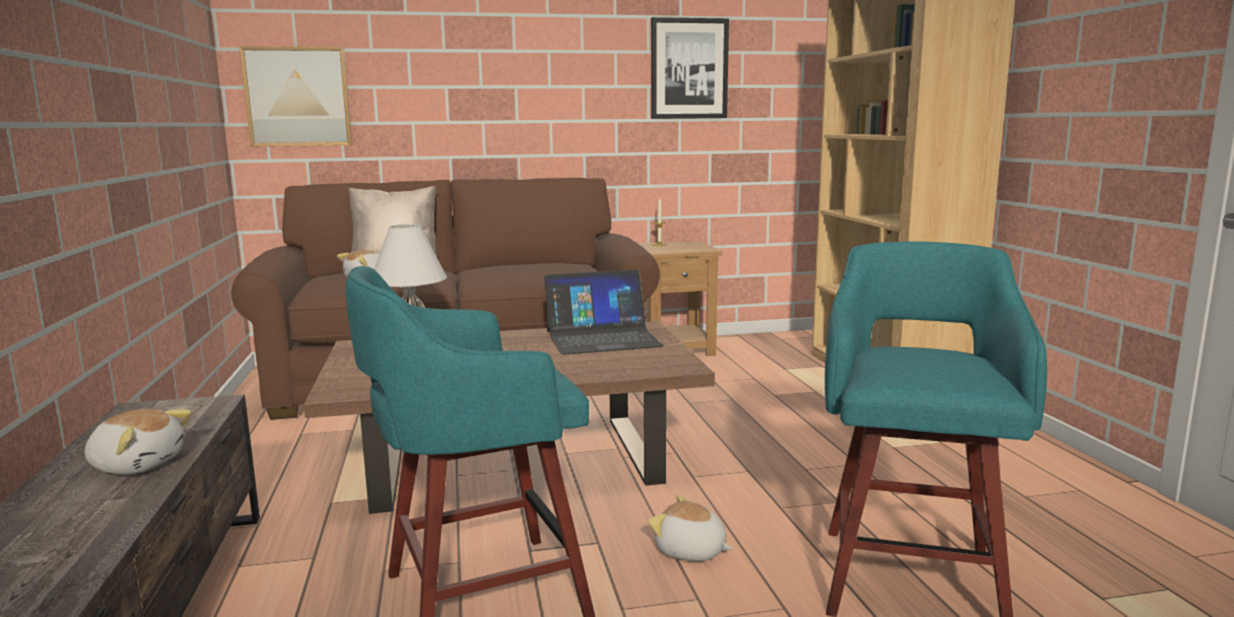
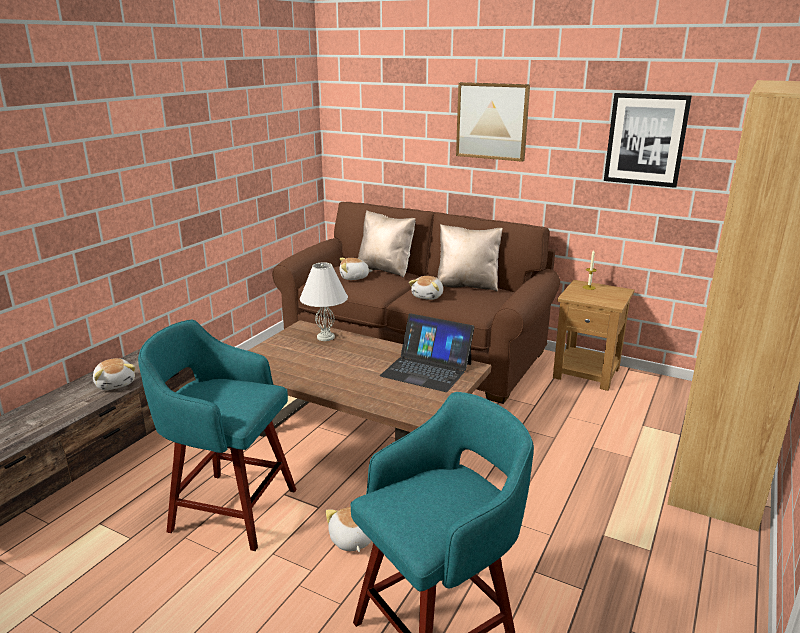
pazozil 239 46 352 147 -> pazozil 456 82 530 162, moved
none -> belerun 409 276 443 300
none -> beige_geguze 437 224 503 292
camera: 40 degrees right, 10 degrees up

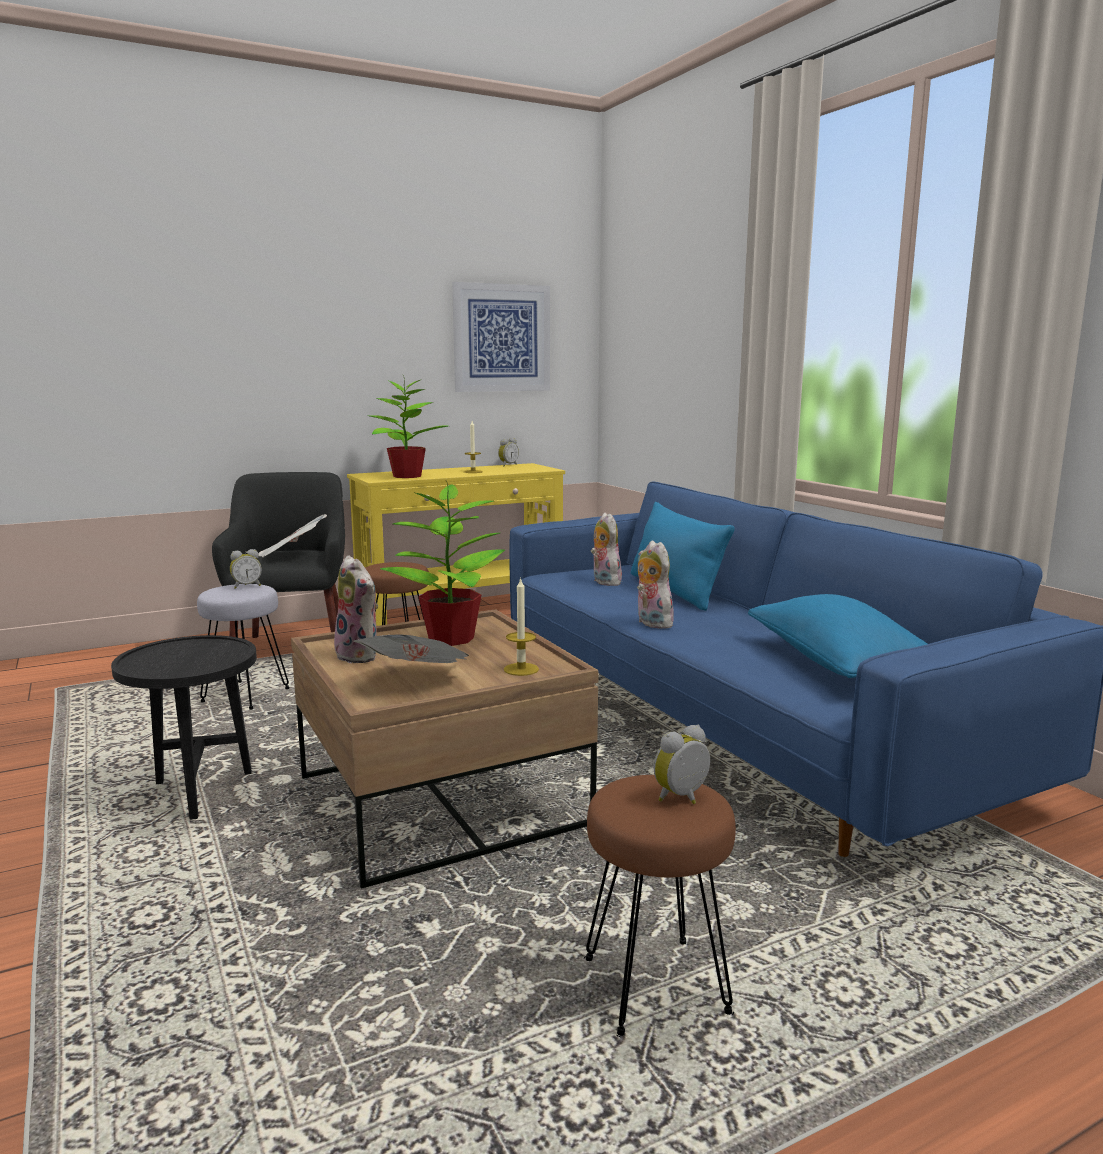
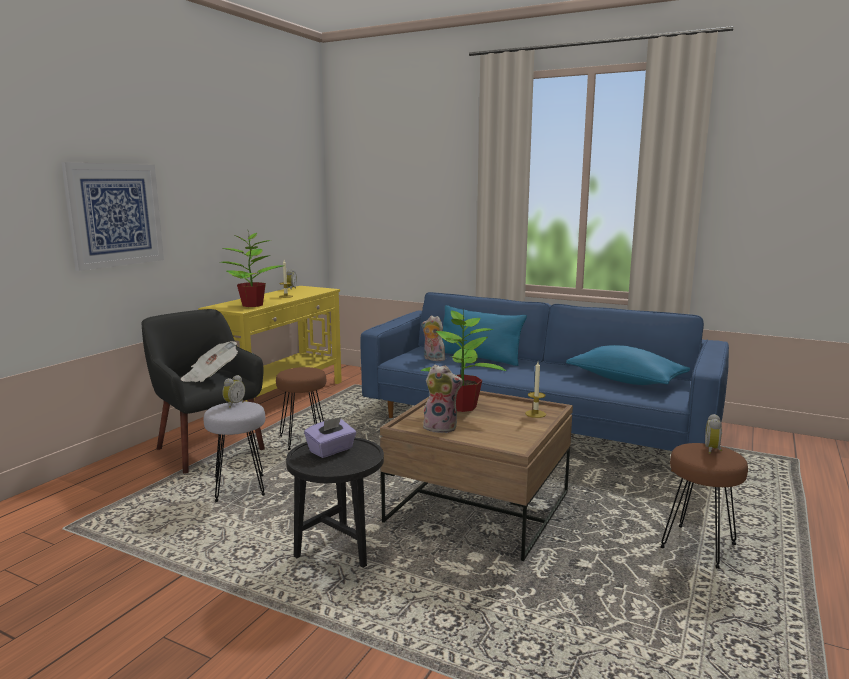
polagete 353 635 468 663 -> none
pazozil 452 282 550 392 -> pazozil 61 162 164 271, moved
belerun 637 541 674 629 -> none
none -> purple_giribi 304 417 356 458
camera: 35 degrees left, 0 degrees up

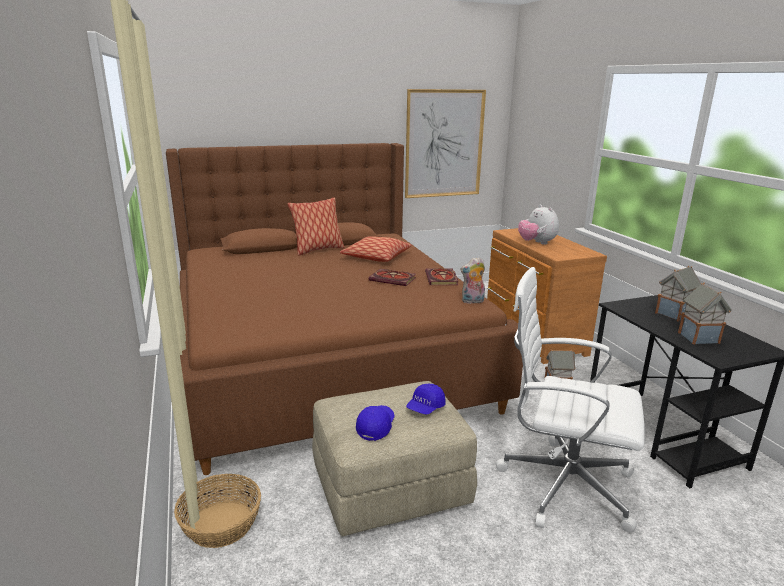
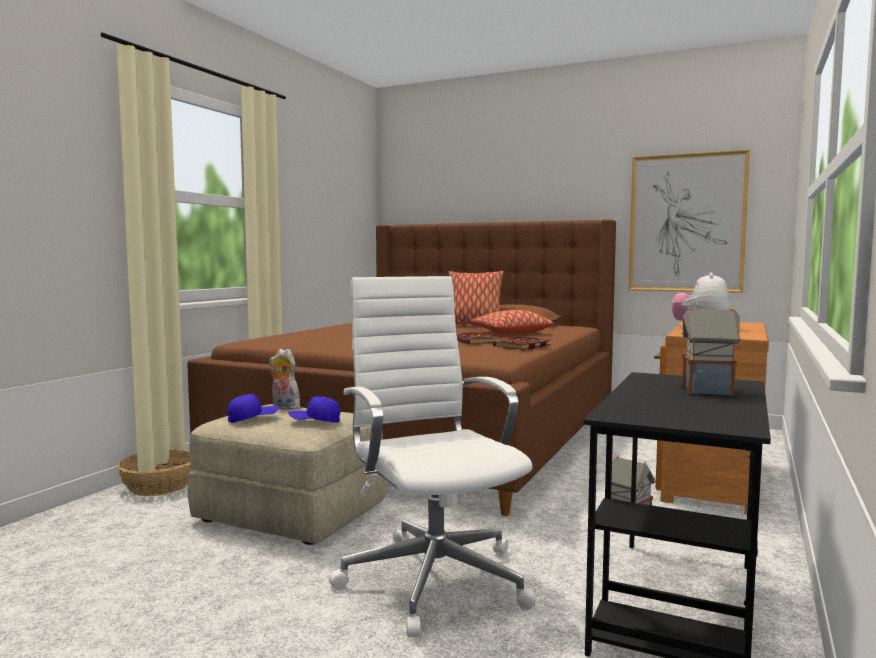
belerun 460 257 485 304 -> belerun 269 349 300 410, moved
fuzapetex 678 283 732 345 -> none
camera: 45 degrees right, 15 degrees down

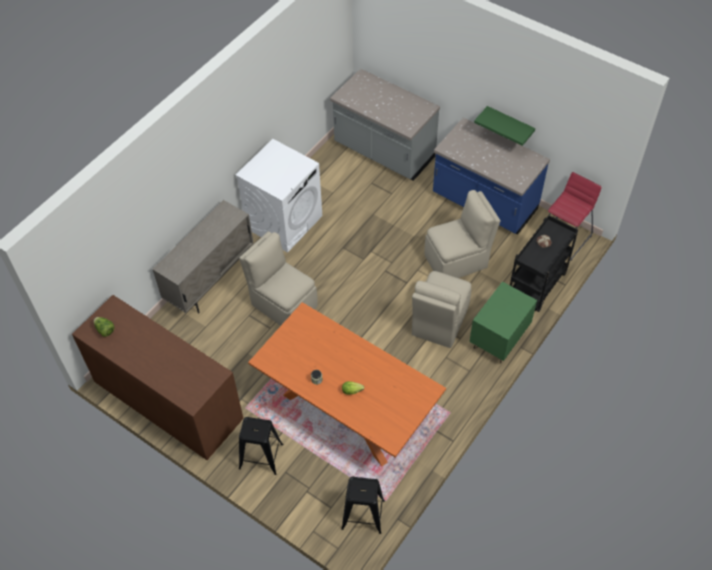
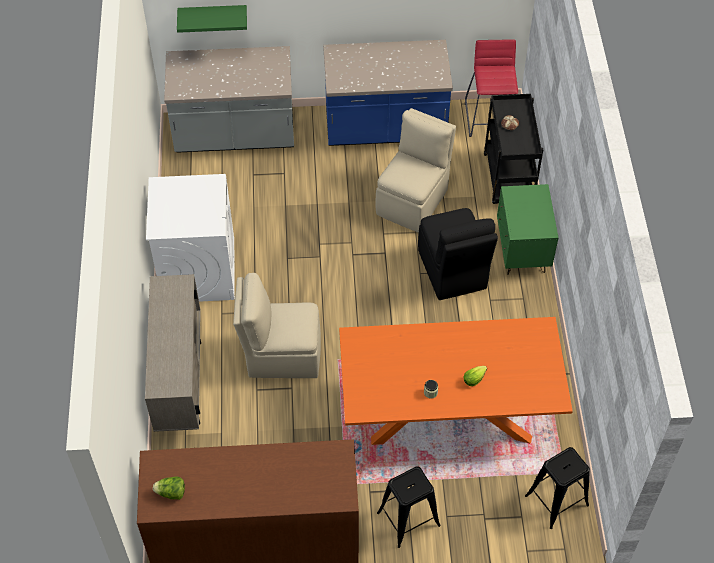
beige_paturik 412 271 471 348 -> black_paturik 418 208 498 300
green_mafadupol 474 106 535 146 -> green_mafadupol 177 5 247 33, moved
camera: 40 degrees left, 0 degrees up

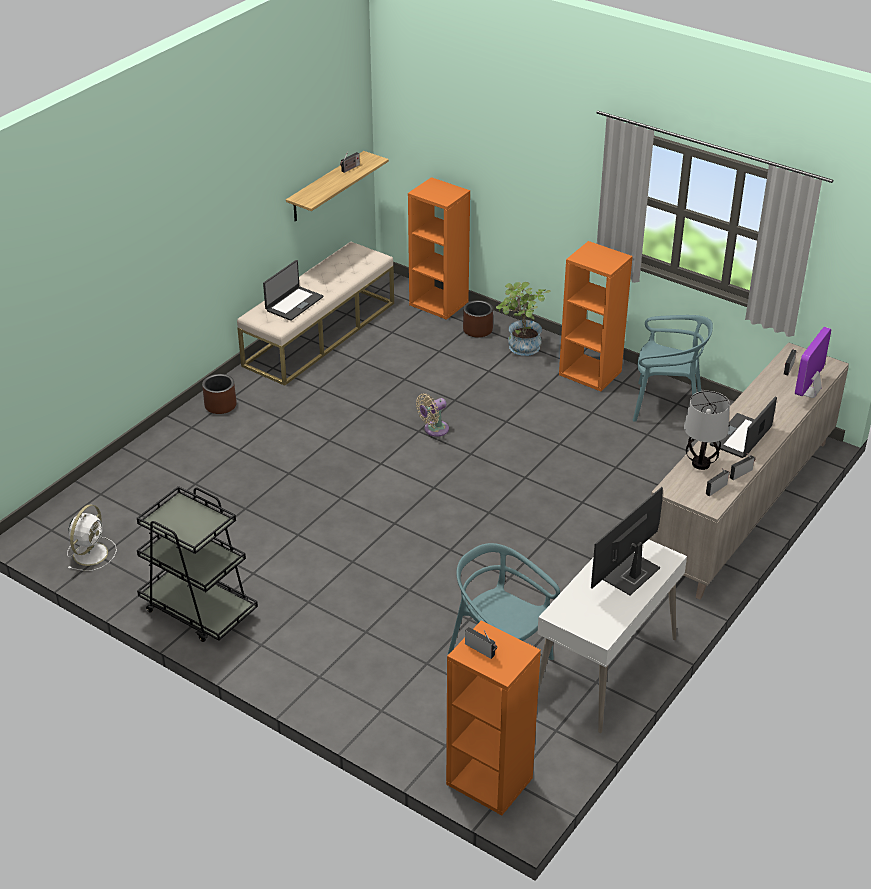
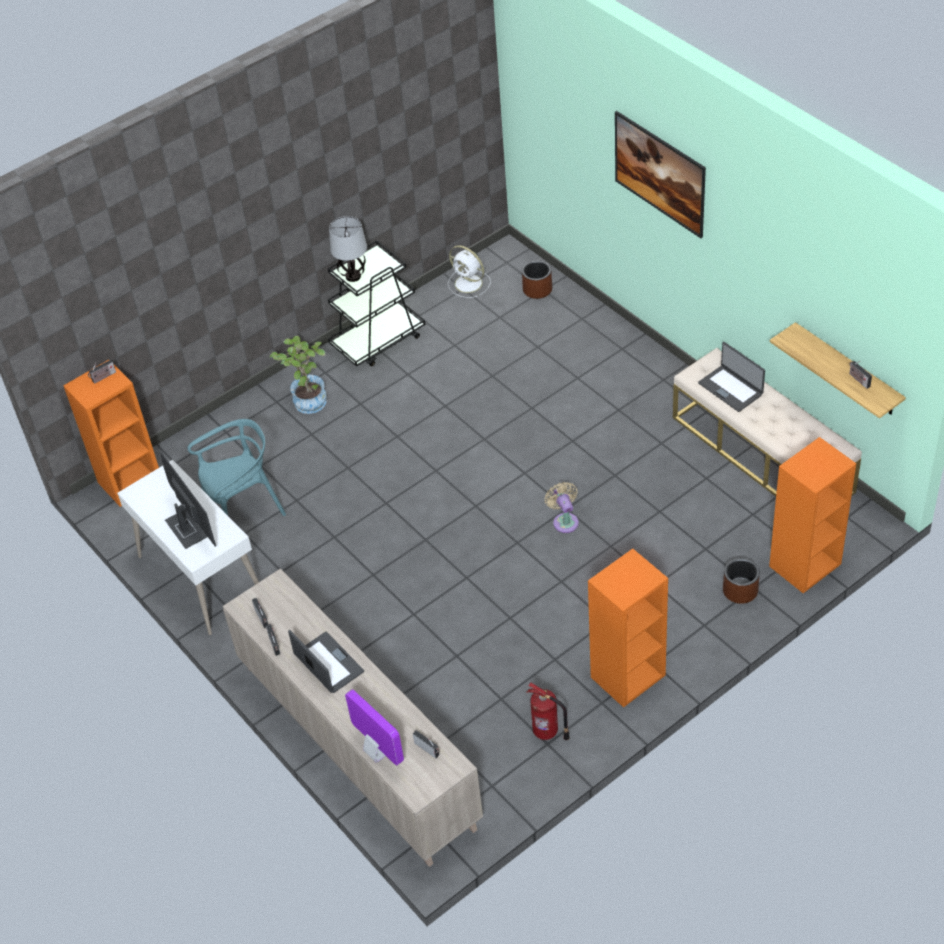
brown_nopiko 202 374 237 414 -> brown_nopiko 522 260 552 299, moved
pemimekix 496 282 551 356 -> pemimekix 270 336 327 414, moved
turquoise_paturik 633 315 713 422 -> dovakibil 526 682 570 741
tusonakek 684 391 730 470 -> tusonakek 329 216 367 282, moved
none -> pazozil 615 111 706 238
camera: 110 degrees right, 10 degrees up

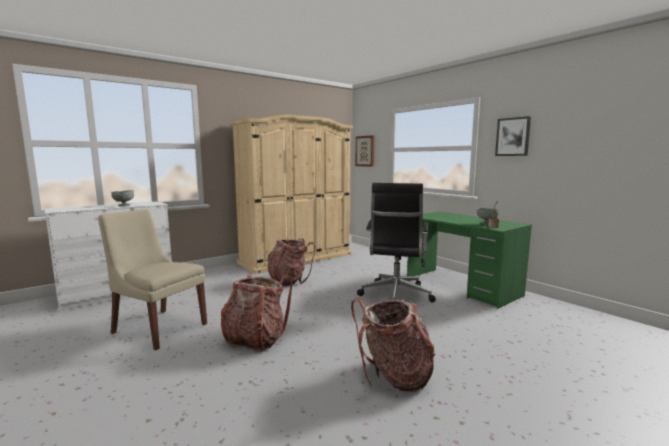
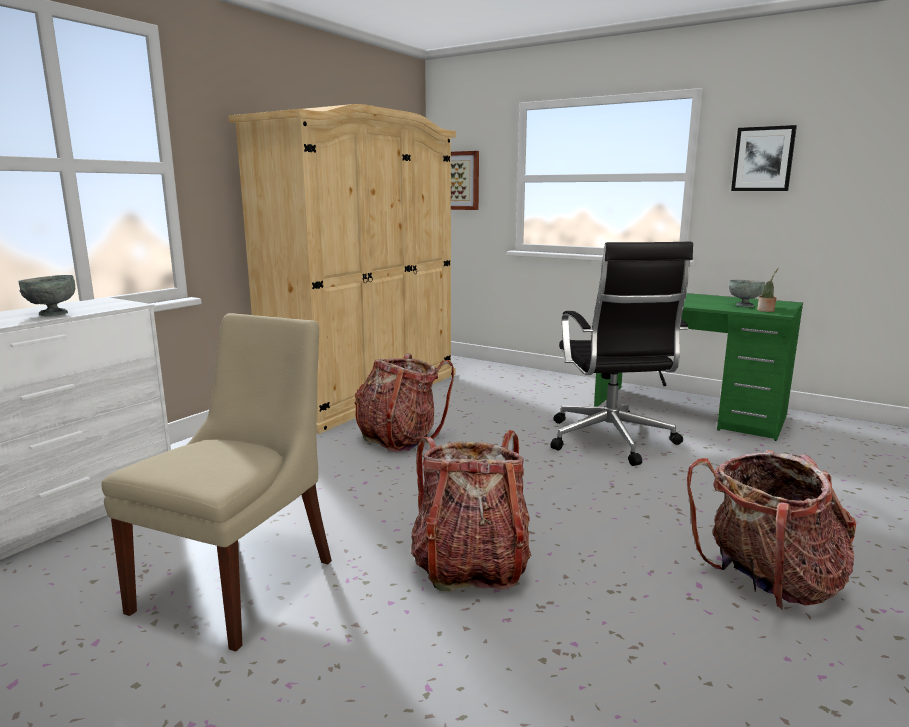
beige_paturik 98 209 207 350 -> beige_paturik 102 313 332 652, 105 degrees clockwise
camera: 20 degrees left, 5 degrees up

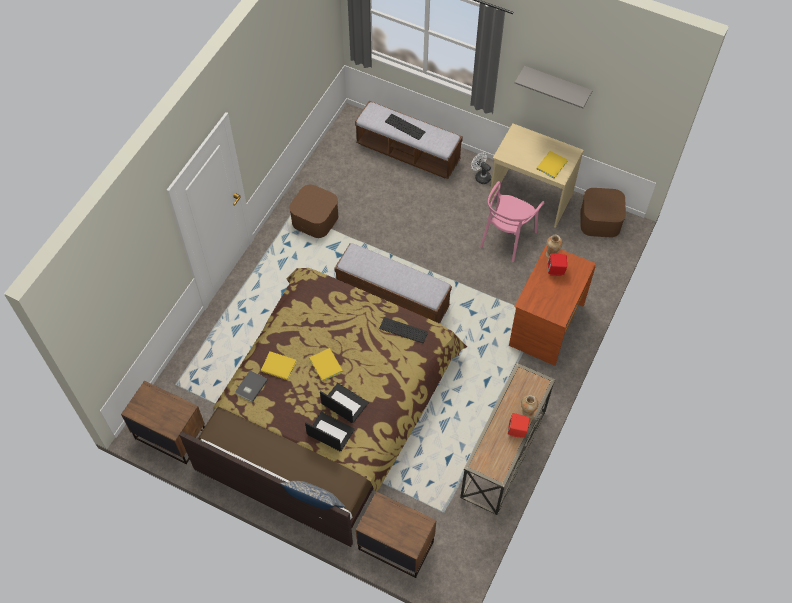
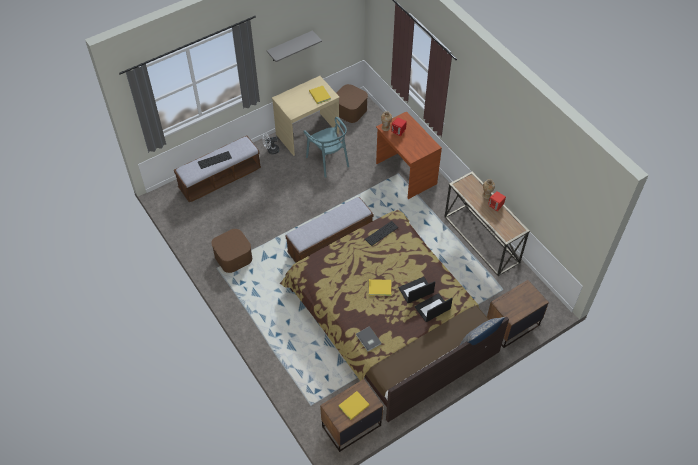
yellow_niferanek 261 351 296 380 -> yellow_niferanek 338 391 370 420, moved
pink_paturik 480 181 545 262 -> turquoise_paturik 303 117 349 178
camera: 60 degrees left, 5 degrees down

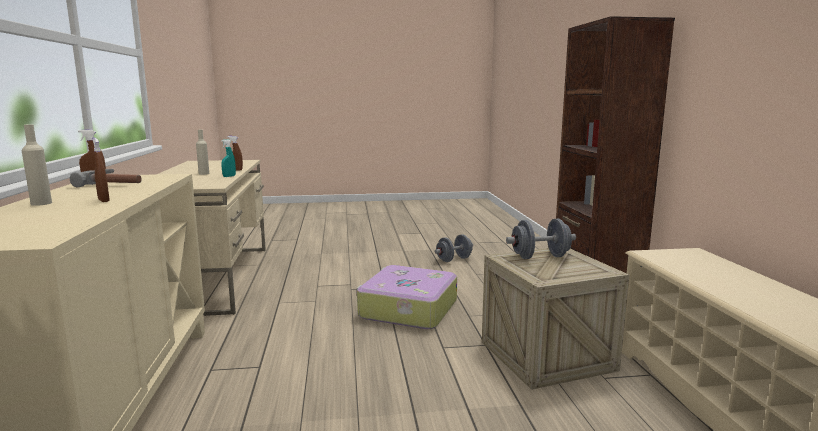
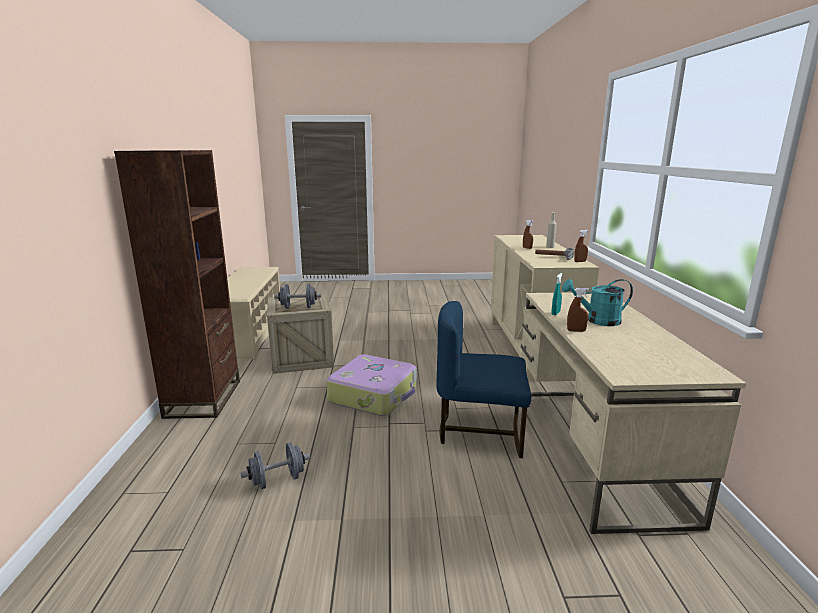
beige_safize 196 130 209 175 -> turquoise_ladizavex 562 279 633 326
none -> blue_paturik 436 301 531 458
camera: 175 degrees left, 5 degrees up

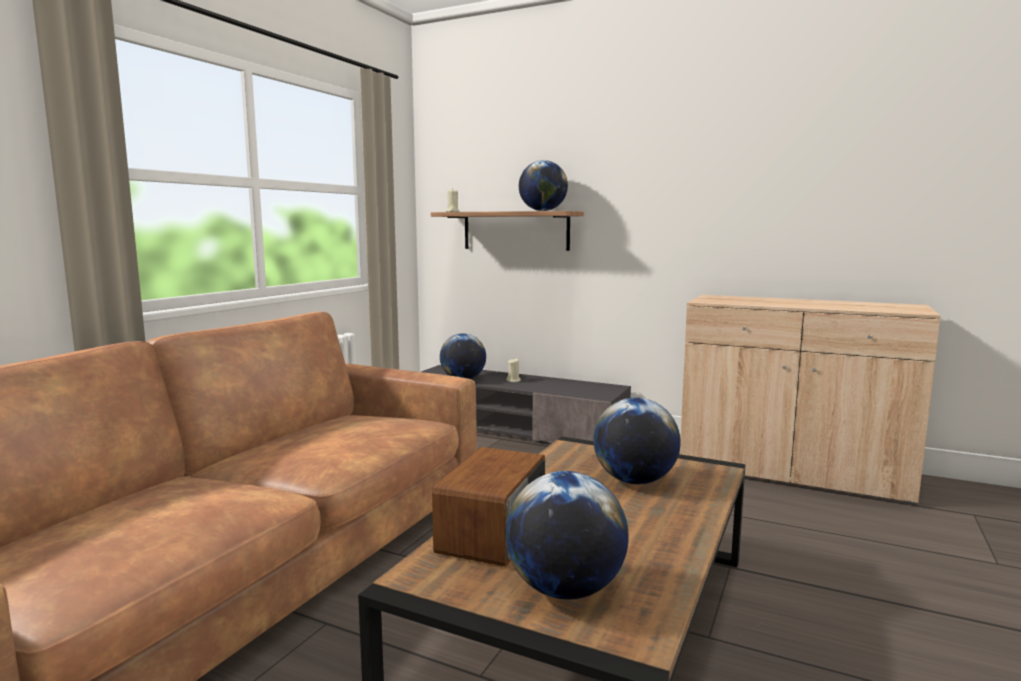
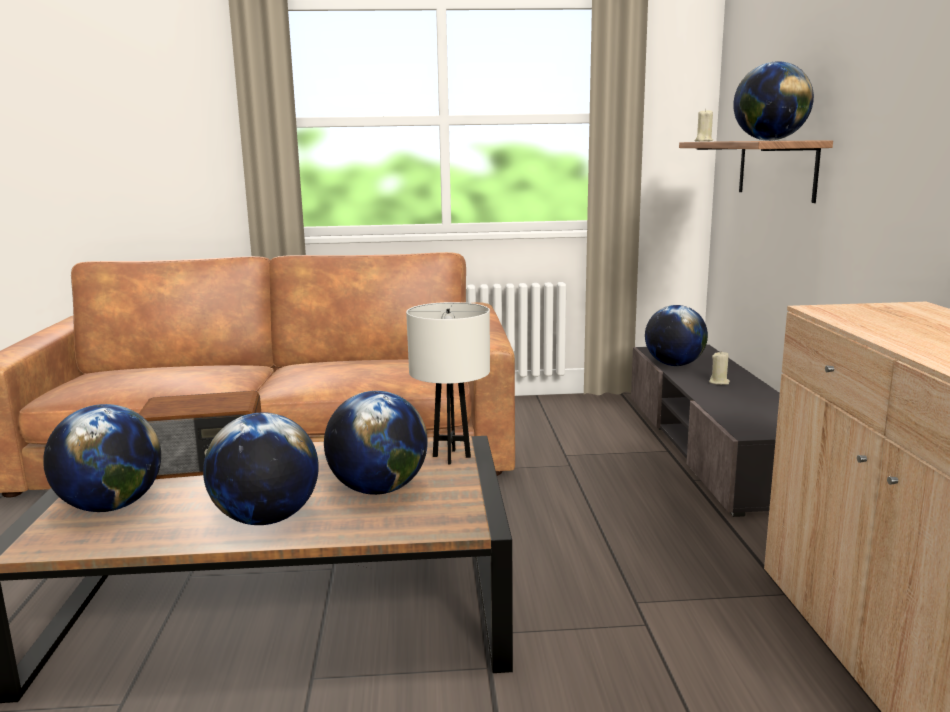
none -> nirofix 203 412 319 525
none -> white_tusonakek 406 302 490 464
camera: 60 degrees right, 5 degrees up

